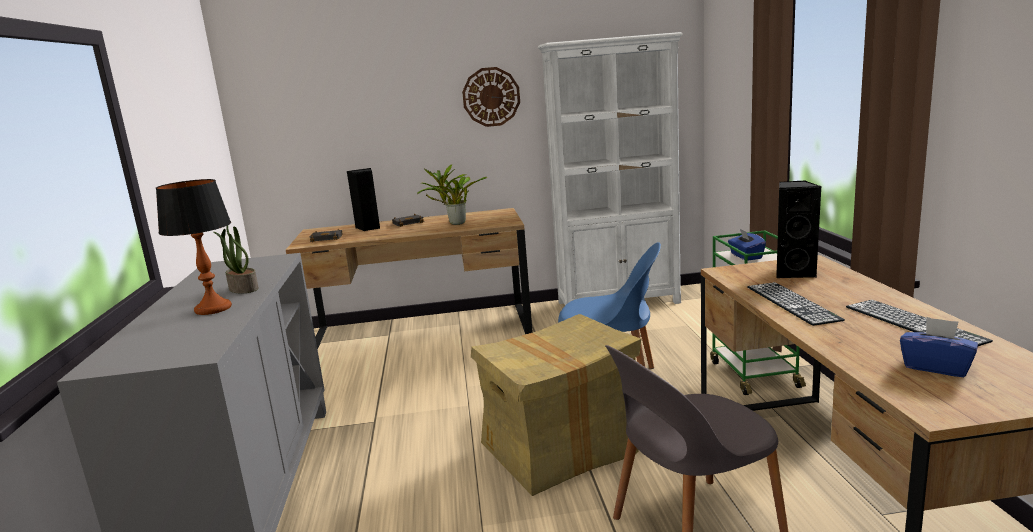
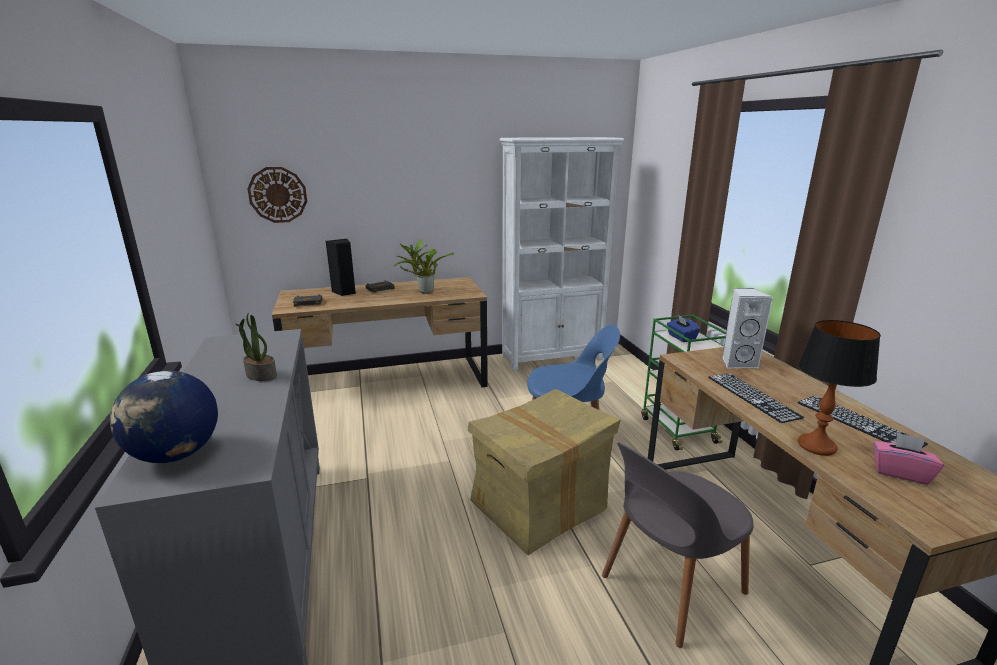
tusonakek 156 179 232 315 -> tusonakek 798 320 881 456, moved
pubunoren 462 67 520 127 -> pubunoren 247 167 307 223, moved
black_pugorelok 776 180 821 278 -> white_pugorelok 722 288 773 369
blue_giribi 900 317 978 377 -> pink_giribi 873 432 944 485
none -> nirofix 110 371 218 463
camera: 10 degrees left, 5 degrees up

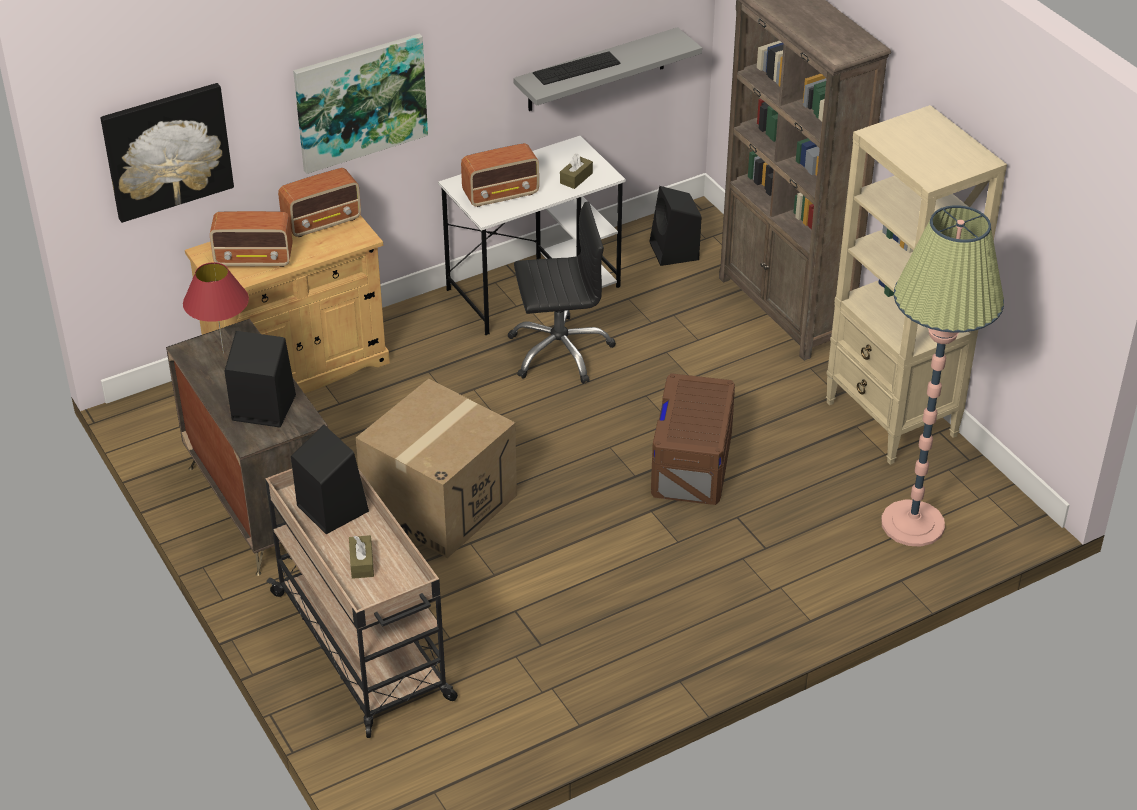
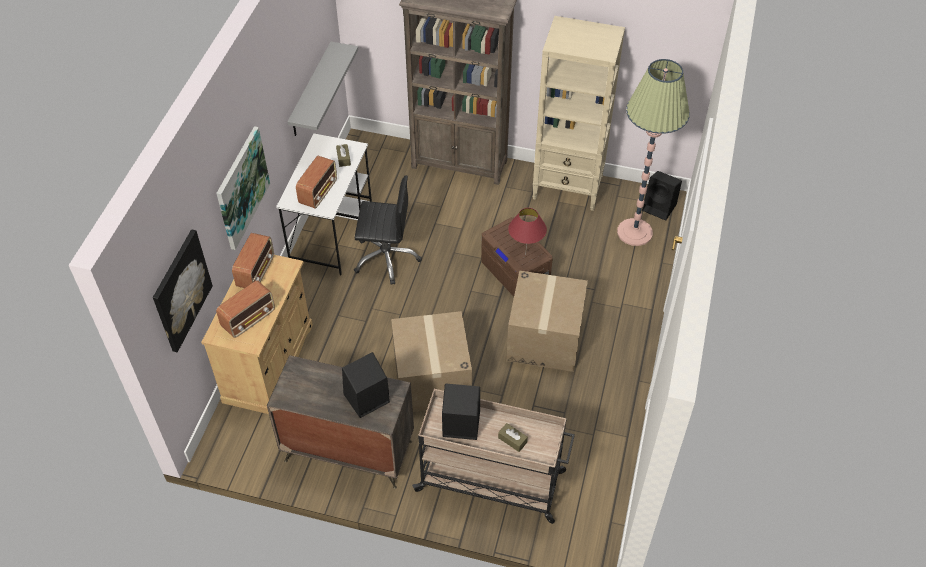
red_tusonakek 183 262 249 354 -> red_tusonakek 508 208 547 248, moved
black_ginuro 507 201 616 384 -> black_ginuro 354 175 422 285, 60 degrees clockwise
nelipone 533 52 621 85 -> none
black_pugorelok 649 186 701 266 -> black_pugorelok 642 171 682 221, moved
none -> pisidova 506 270 588 372
camera: 45 degrees left, 10 degrees up

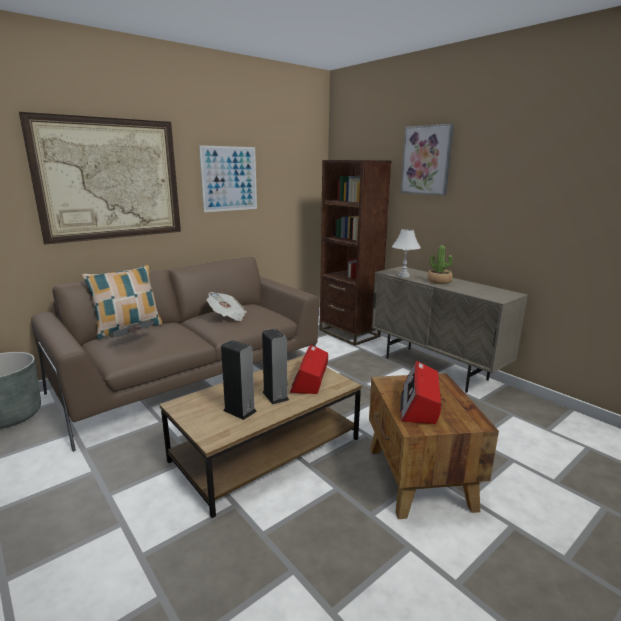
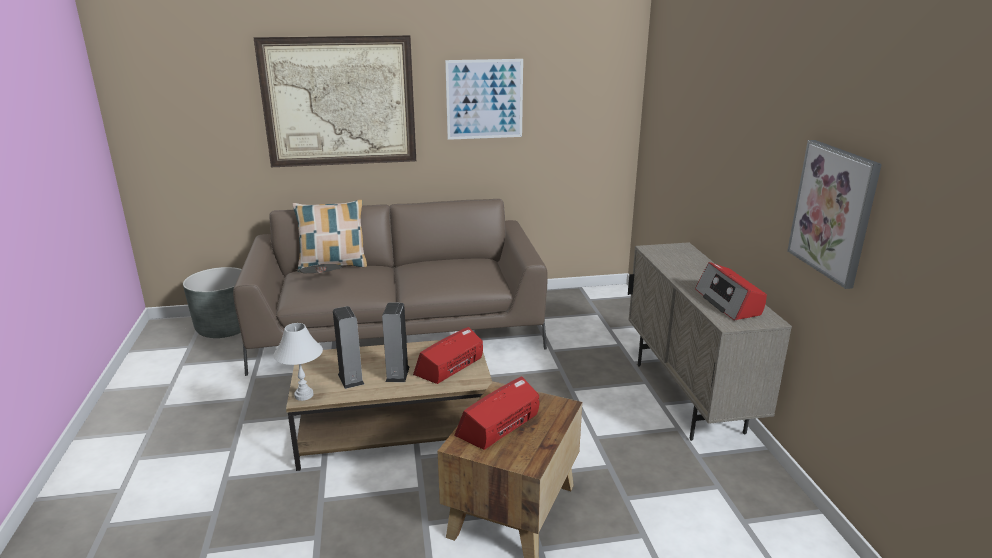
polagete 206 292 247 321 -> none
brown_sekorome 319 160 392 346 -> none
white_tusonakek 392 229 421 278 -> white_tusonakek 273 323 323 401, moved
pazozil 401 124 454 196 -> pazozil 787 140 882 289, moved
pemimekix 427 245 453 284 -> none
none -> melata 695 262 767 321
camera: 30 degrees right, 5 degrees up

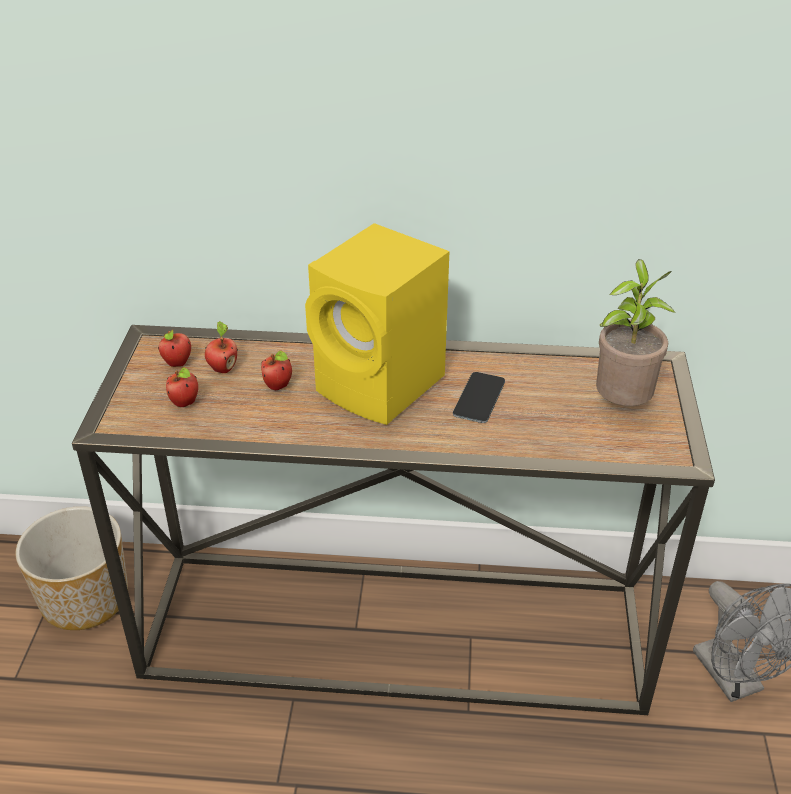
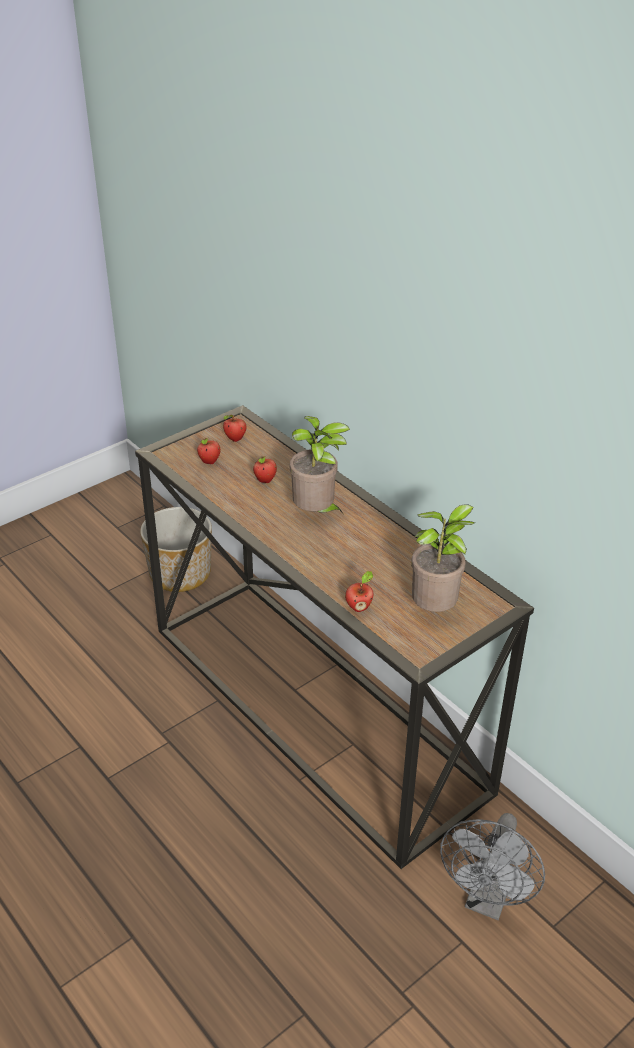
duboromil 205 321 238 373 -> duboromil 345 571 374 612, moved
yellow_pugorelok 305 223 450 425 -> pemimekix 290 416 350 513
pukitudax 453 372 505 423 -> none
camera: 45 degrees right, 0 degrees up

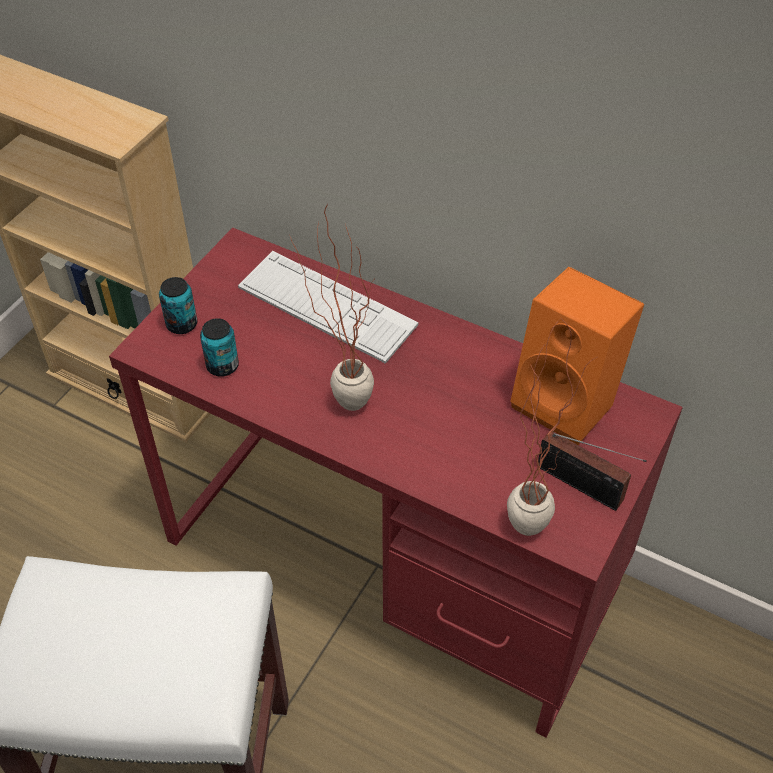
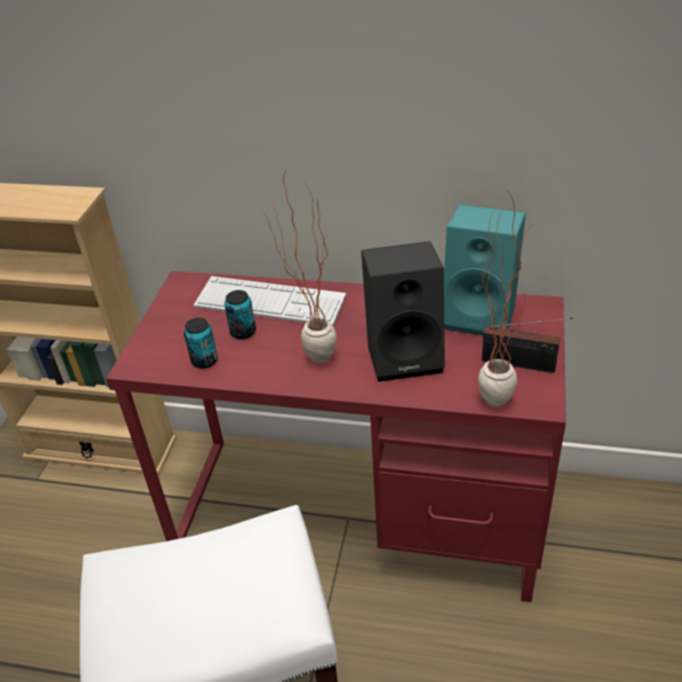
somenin 159 277 197 334 -> somenin 224 290 256 339, moved
orange_pugorelok 510 267 644 445 -> turquoise_pugorelok 444 204 526 336
none -> black_pugorelok 361 241 445 382
camera: 15 degrees left, 10 degrees down

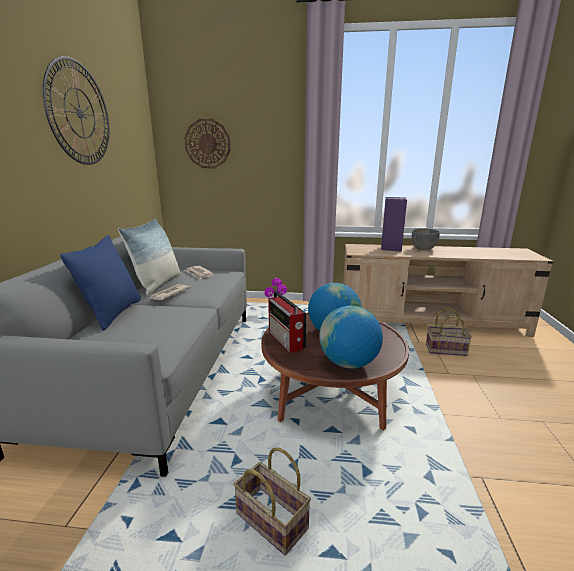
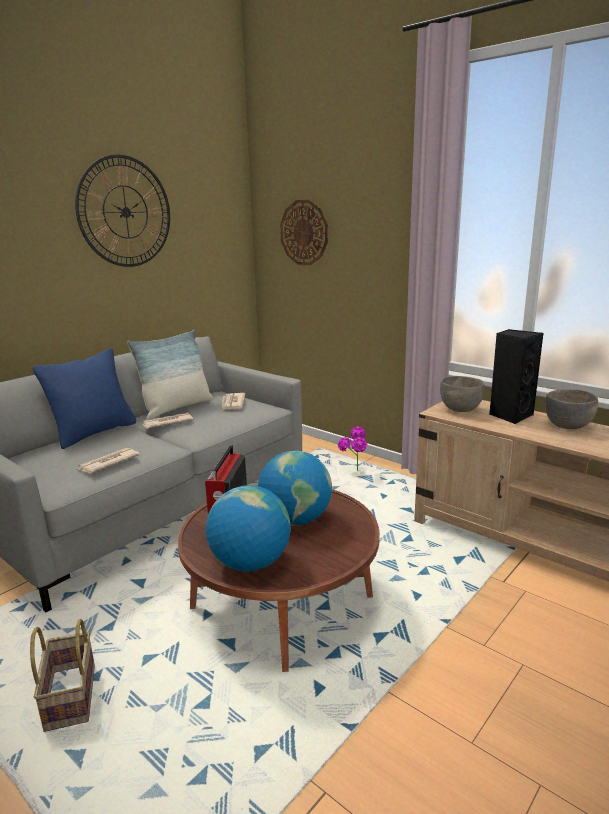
purple_pugorelok 381 197 407 252 -> black_pugorelok 489 329 543 424
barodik 426 308 472 356 -> none
none -> polagete 77 448 140 474
none -> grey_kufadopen 440 376 485 412
camera: 35 degrees right, 0 degrees up

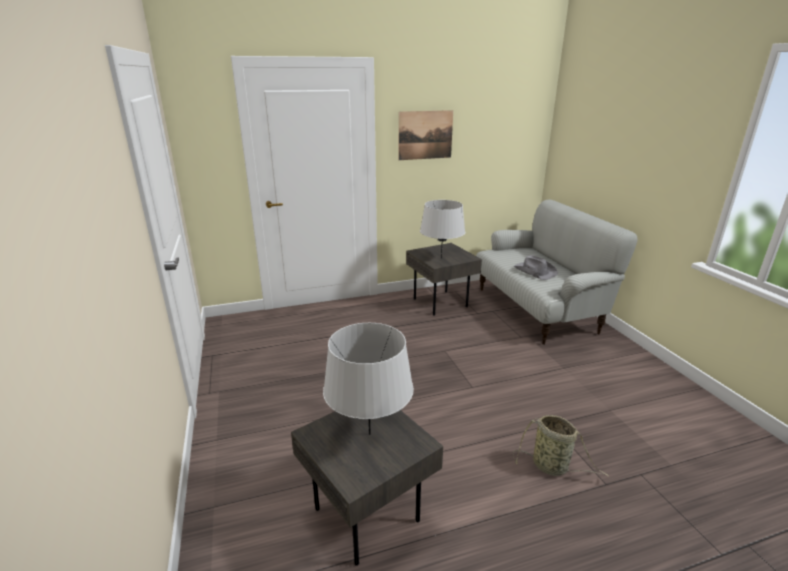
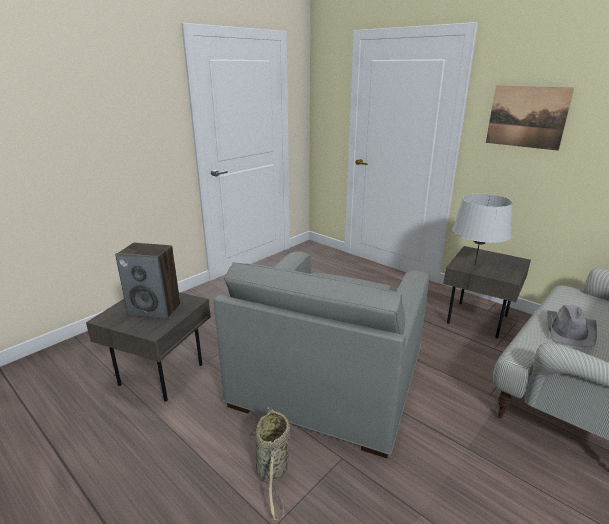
grey_tusonakek 323 323 414 435 -> pugorelok 115 243 180 320
none -> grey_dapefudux 214 251 429 458
camera: 60 degrees right, 0 degrees up

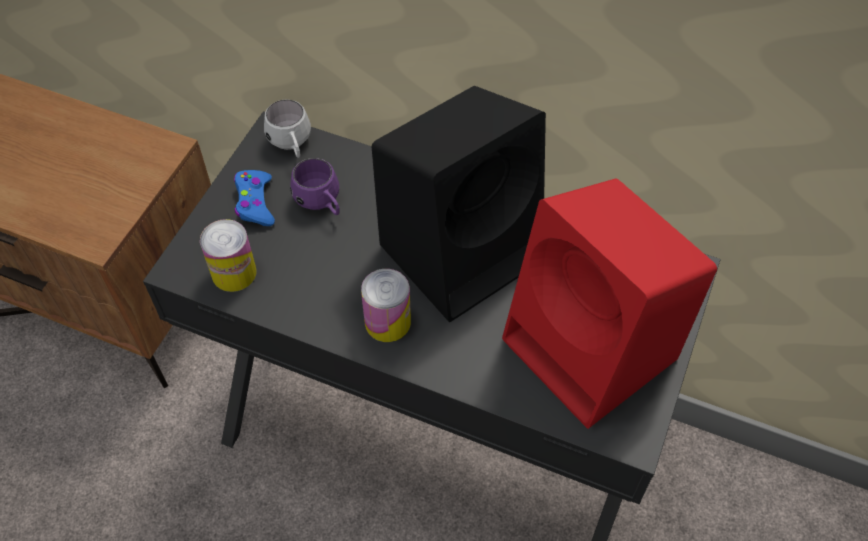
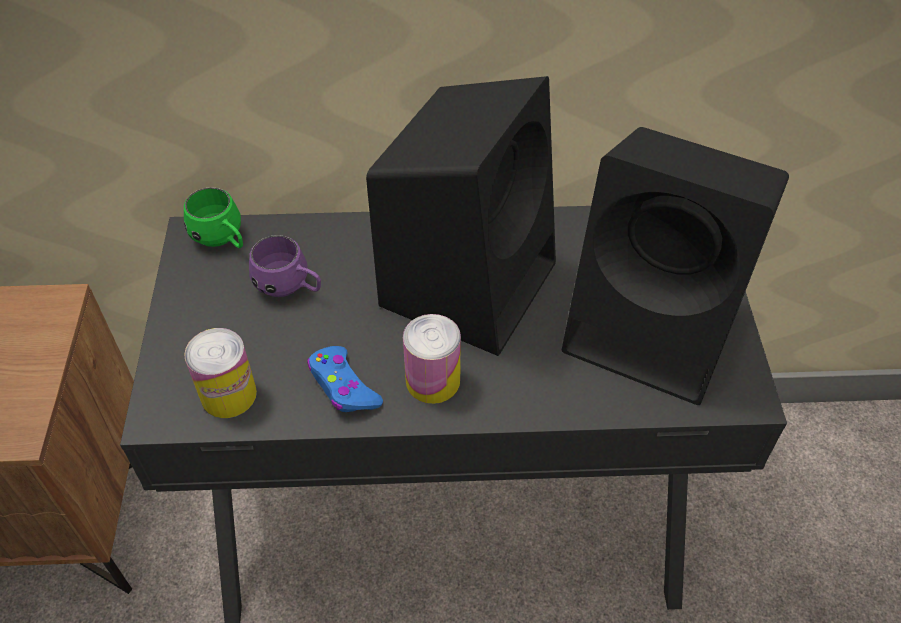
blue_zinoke 234 170 275 226 -> blue_zinoke 307 346 383 412, moved
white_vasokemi 264 100 311 158 -> green_vasokemi 184 187 243 248
red_pugorelok 502 178 717 429 -> black_pugorelok 562 127 789 405
camera: 25 degrees left, 5 degrees down

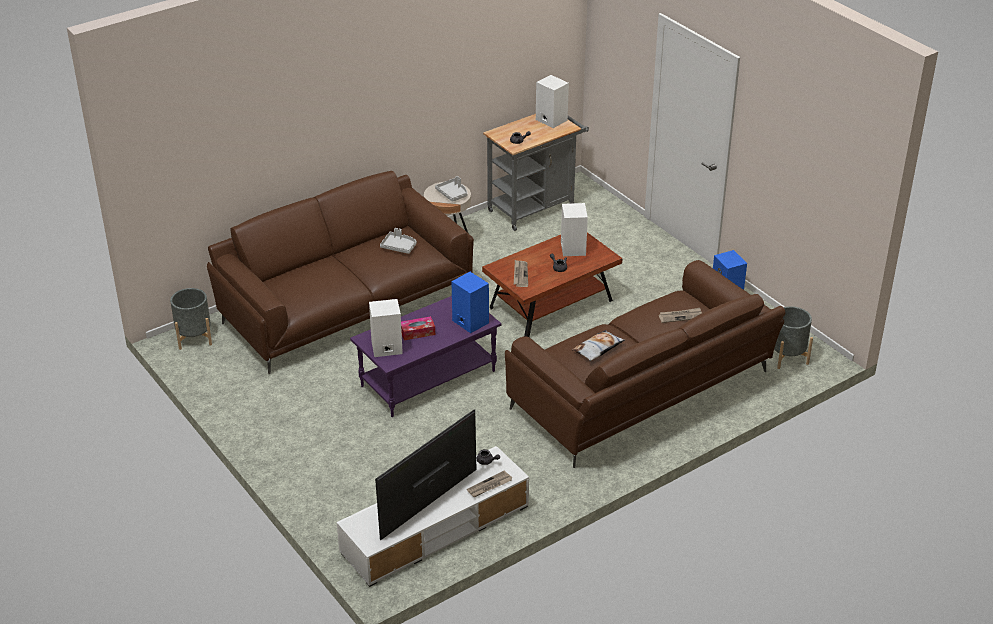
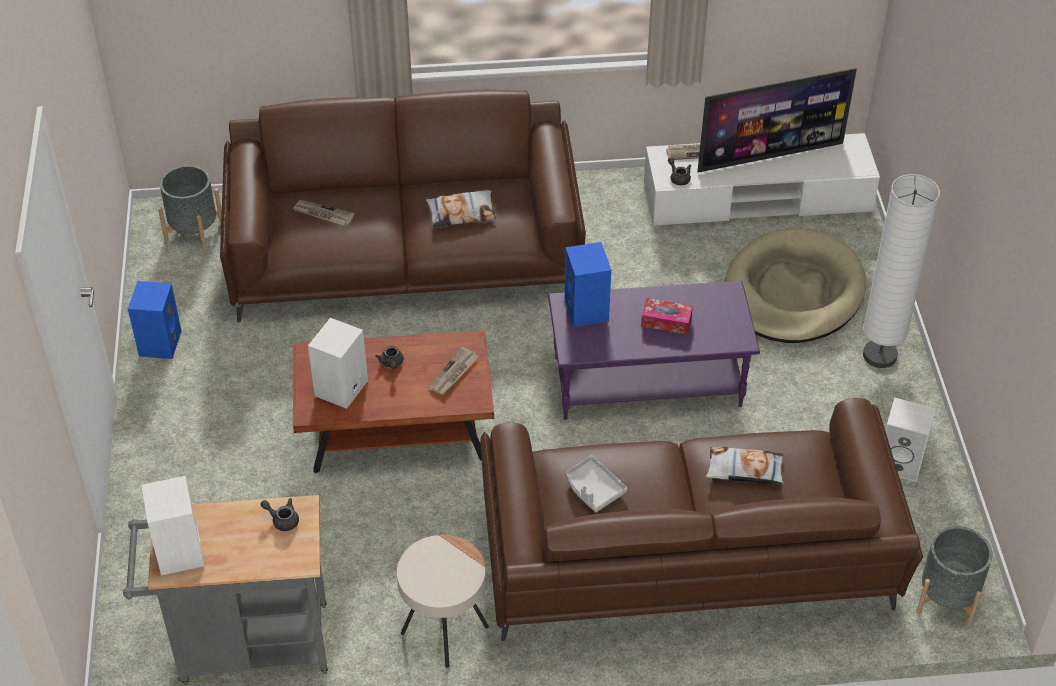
white_pugorelok 369 299 403 357 -> white_pugorelok 885 397 936 482, moved
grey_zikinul 435 176 468 202 -> none
none -> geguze 706 447 784 484
none -> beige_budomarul 725 228 866 343
none -> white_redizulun 863 174 940 368
camera: 150 degrees left, 10 degrees up

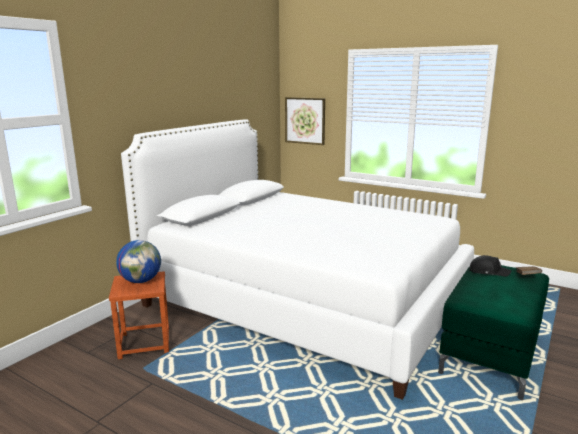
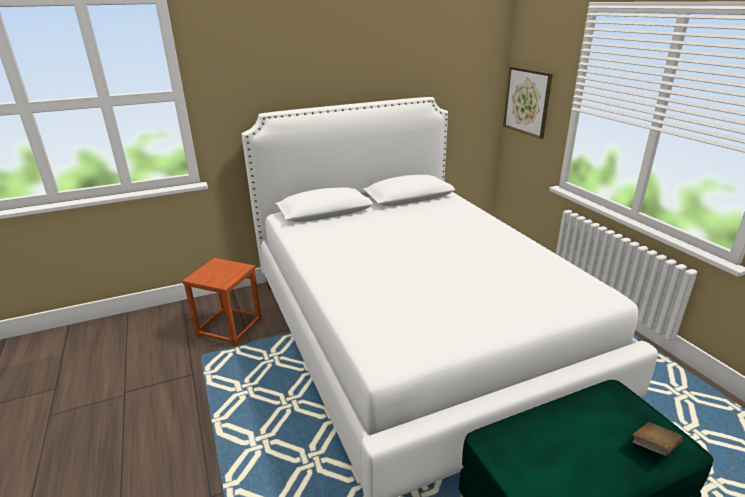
nirofix 116 240 161 283 -> none
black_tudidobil 469 255 511 277 -> none
camera: 35 degrees right, 10 degrees up

